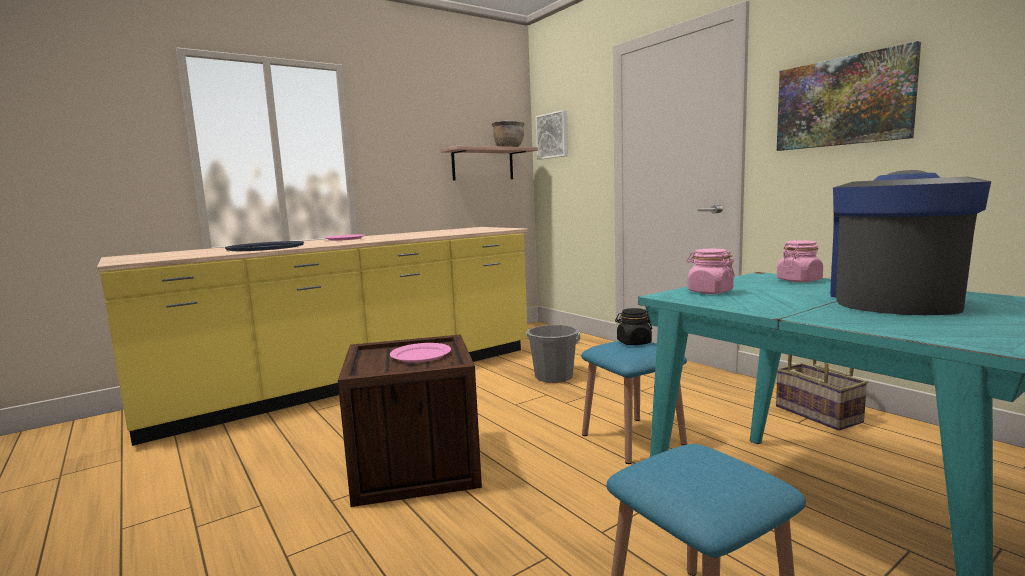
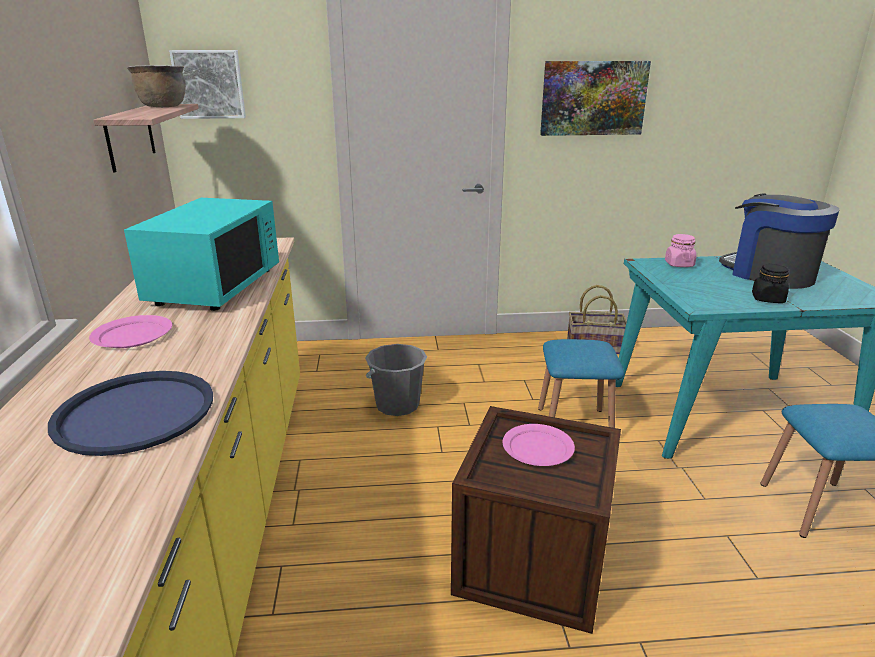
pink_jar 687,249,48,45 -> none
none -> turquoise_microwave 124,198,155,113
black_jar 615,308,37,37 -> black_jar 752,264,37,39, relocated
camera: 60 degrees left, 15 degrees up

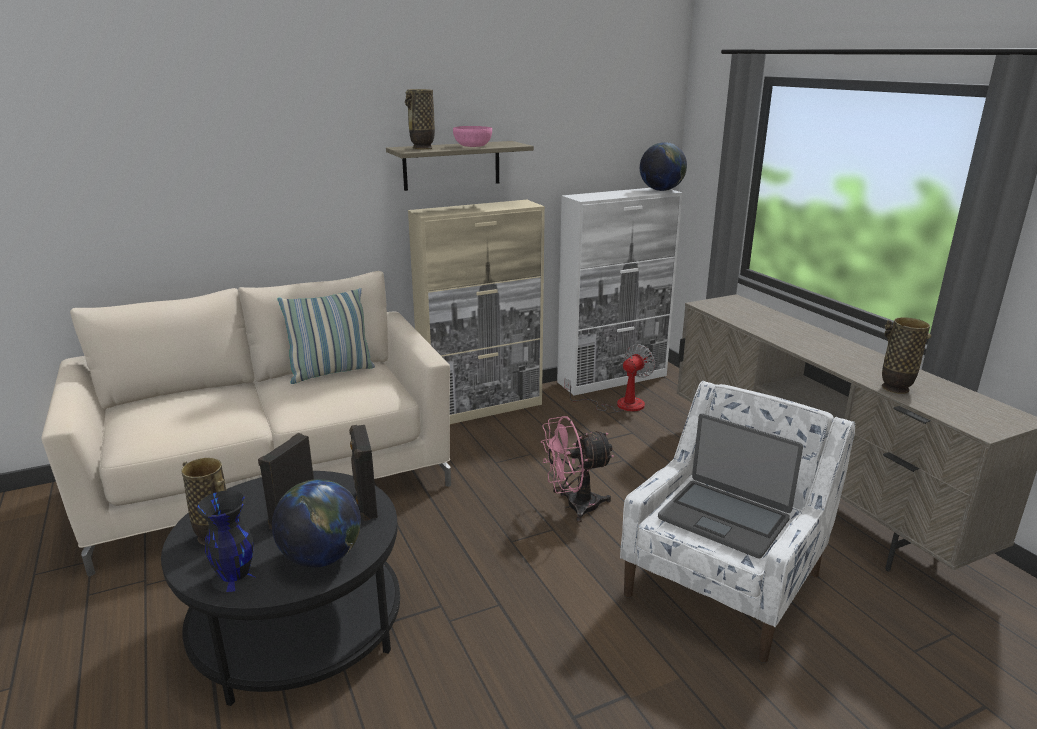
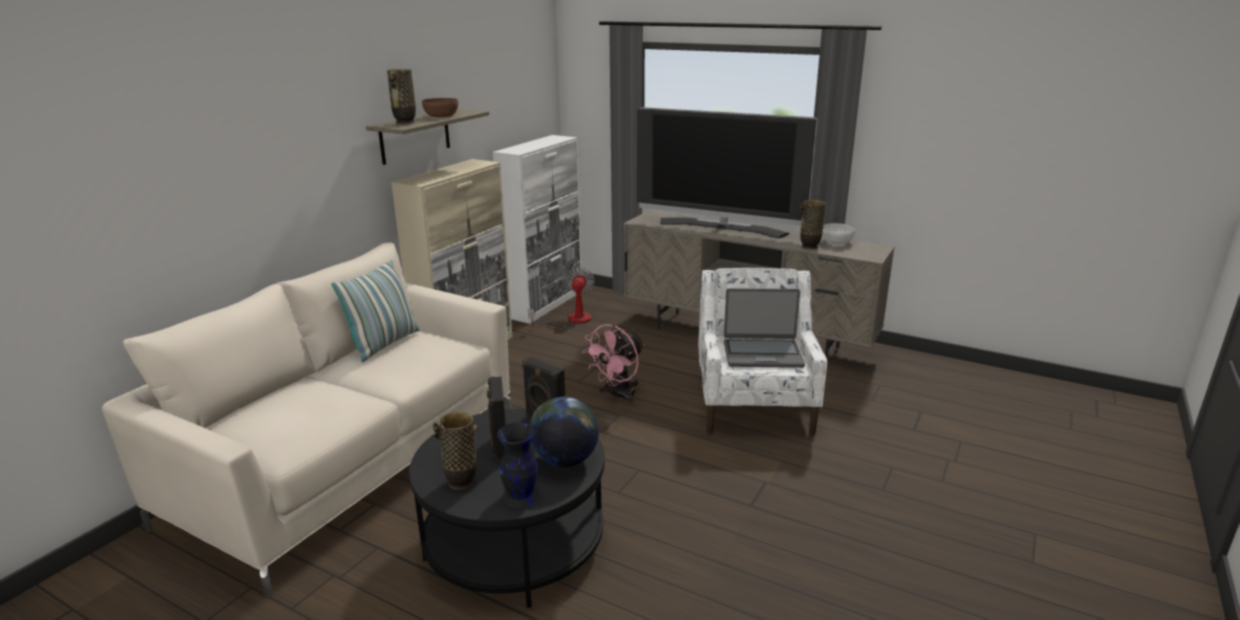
globe 640,142,47,49 -> none
none -> television 637,107,181,131
none -> white_bowl 822,223,33,21
pink_bowl 453,126,39,21 -> brown_bowl 422,98,36,20
camera: 35 degrees left, 0 degrees up

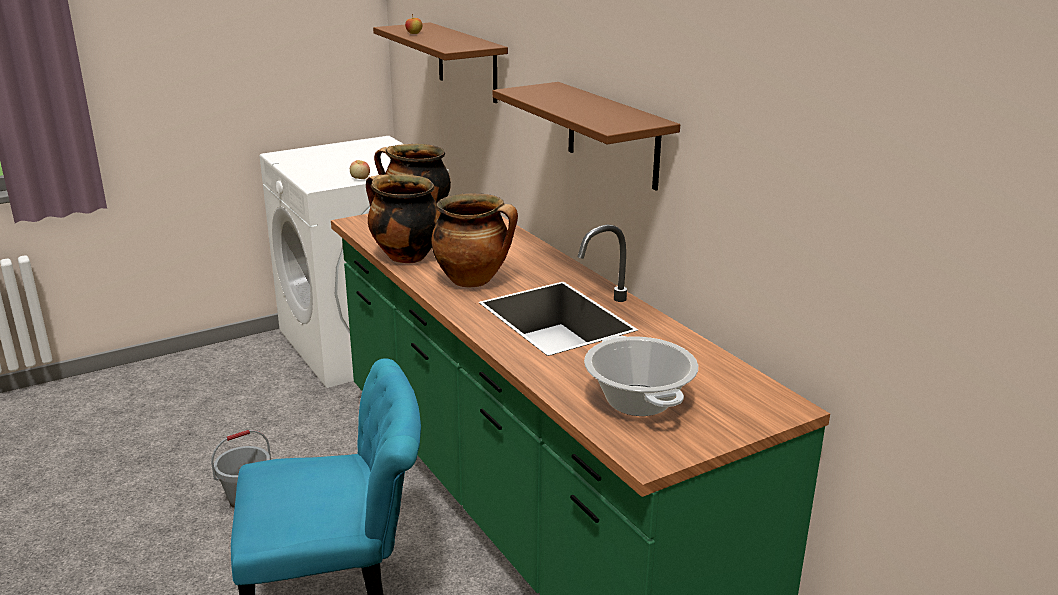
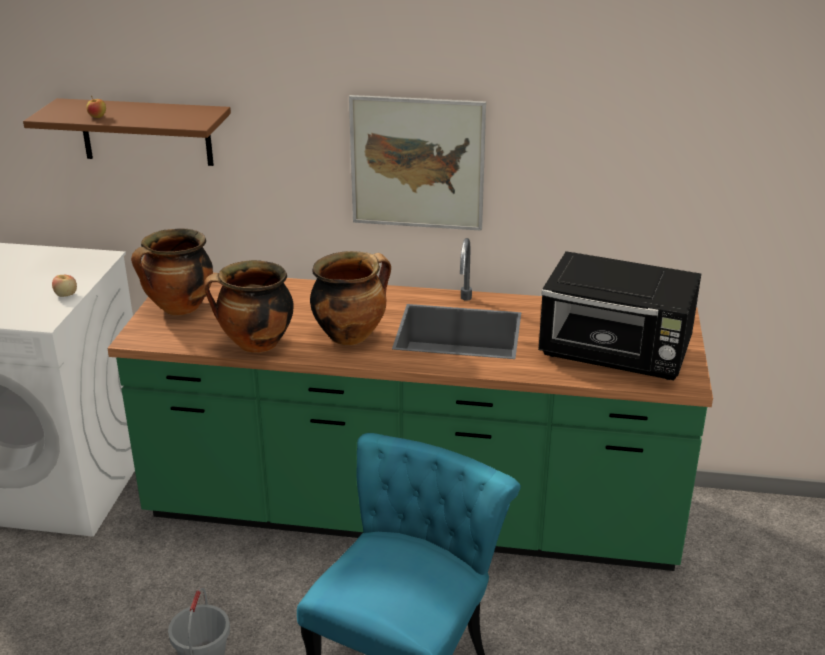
brown_shelf 492,82,188,108 -> picture 349,95,137,136
cooking_pot 584,336,114,80 -> black_microwave 538,251,163,129
camera: 50 degrees left, 5 degrees up

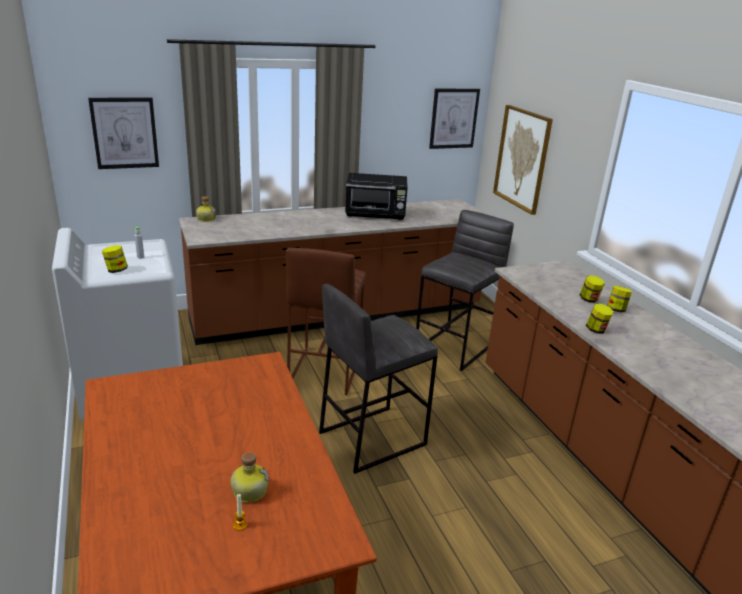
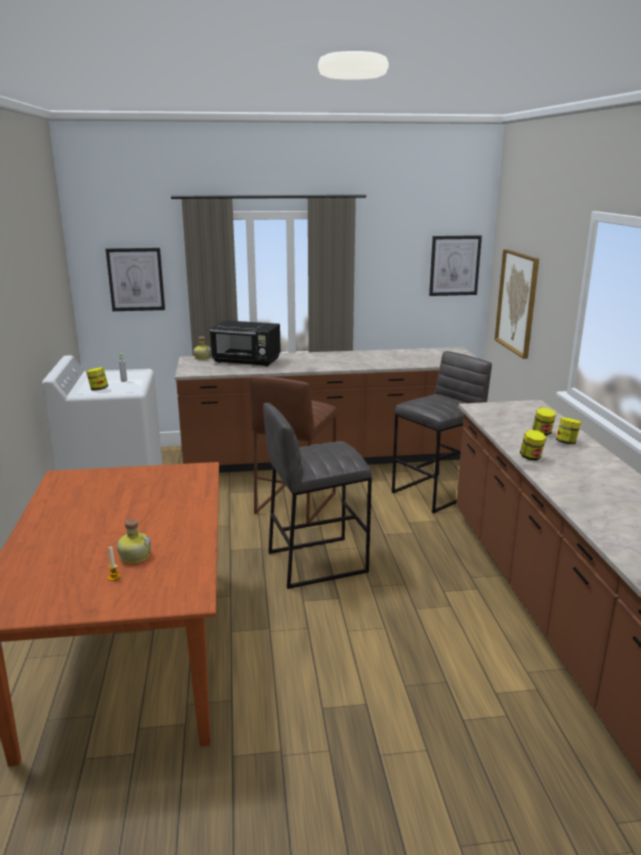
black_microwave 345,173,63,47 -> black_microwave 209,320,72,47, relocated
camera: 15 degrees right, 5 degrees down

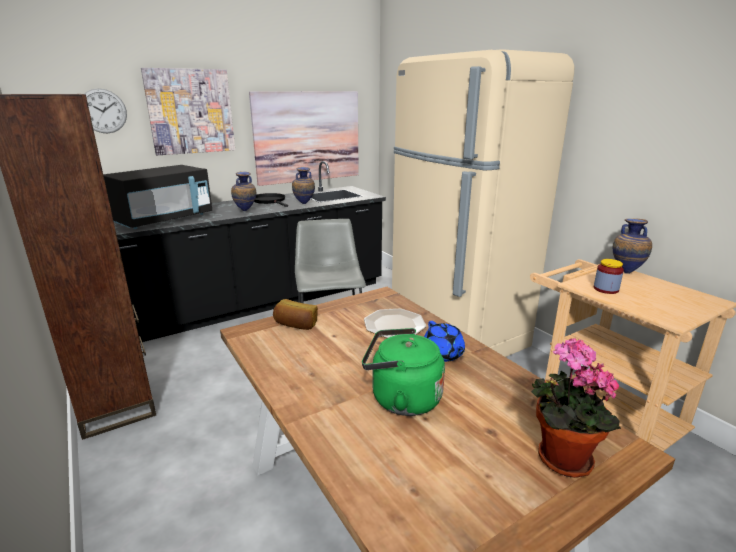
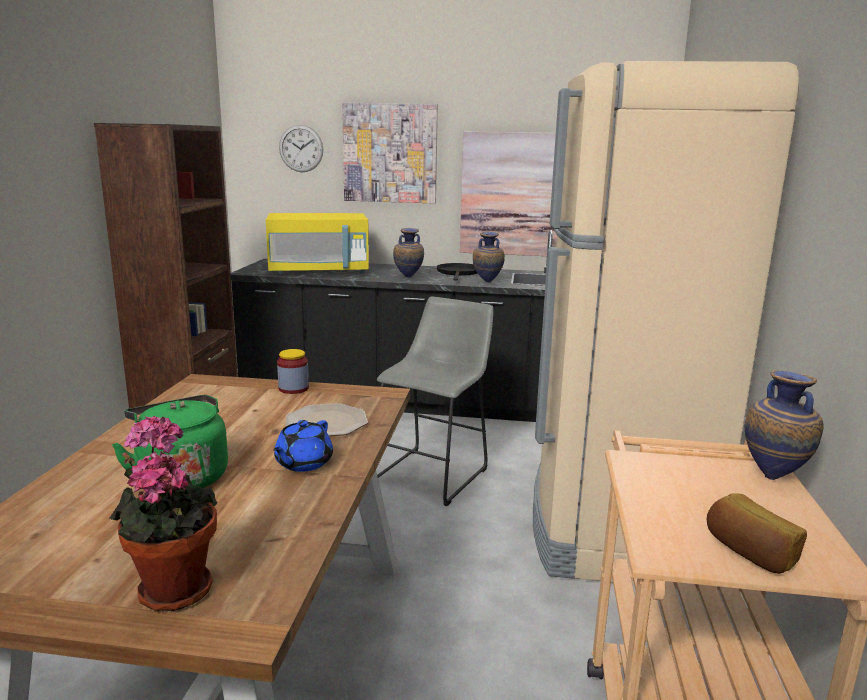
bread 273,299,45,31 -> bread 707,493,100,81, relocated
jar 594,259,30,35 -> jar 277,349,32,45, relocated
black_microwave 103,165,109,64 -> yellow_microwave 266,213,103,62
camera: 40 degrees right, 5 degrees down

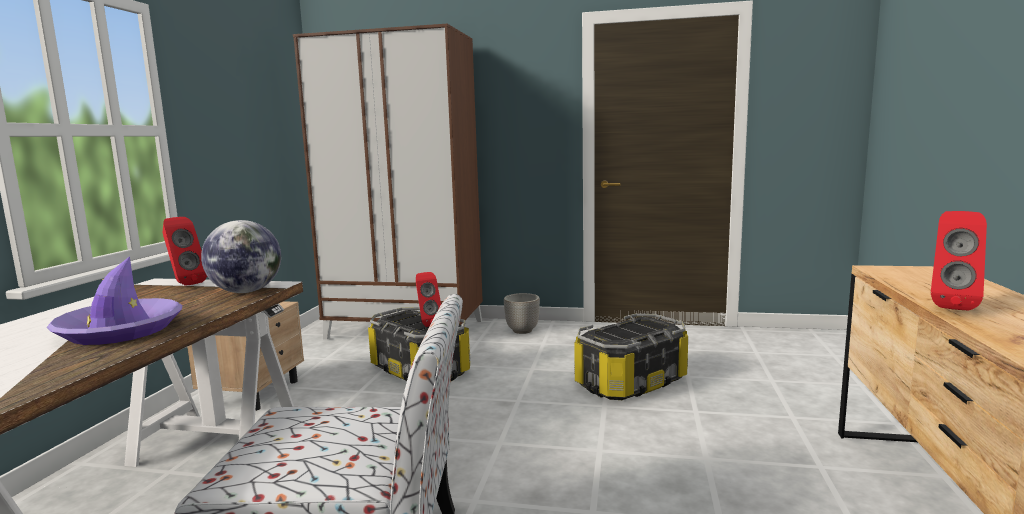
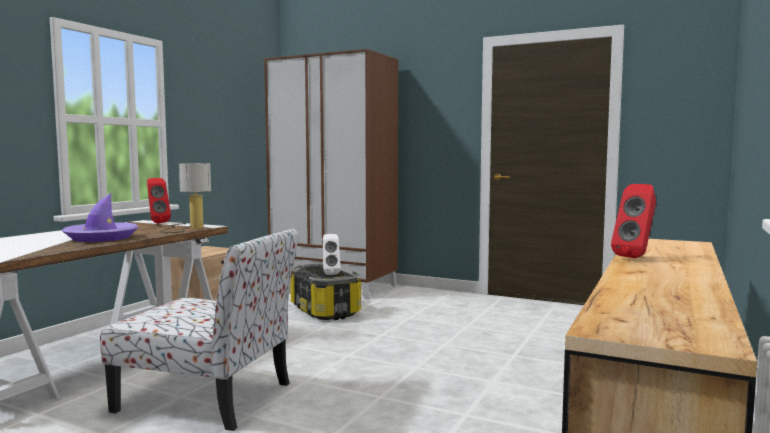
planter 504,293,36,41 -> none
storage_box 574,313,114,87 -> none
globe 201,220,80,73 -> table_lamp 159,163,52,70
red_speaker 416,272,25,55 -> white_speaker 323,234,18,41
camera: 15 degrees right, 5 degrees down

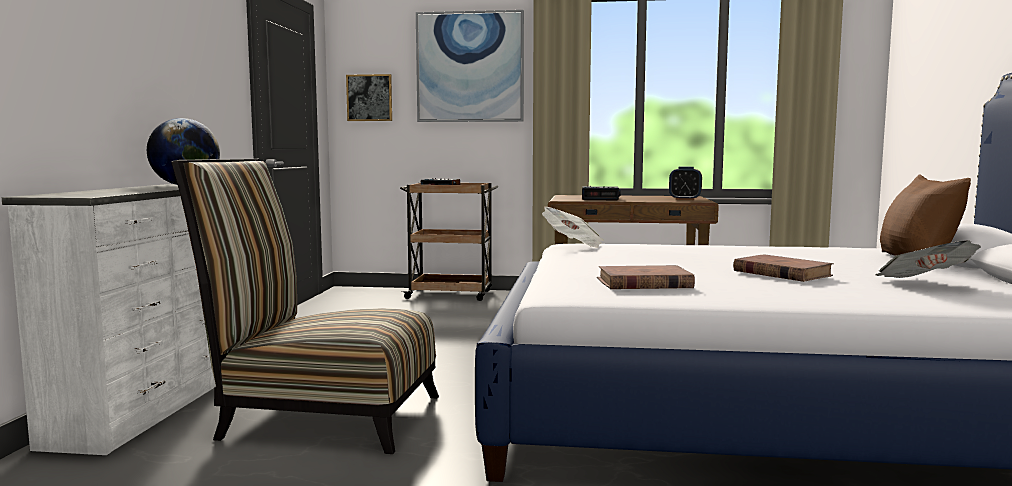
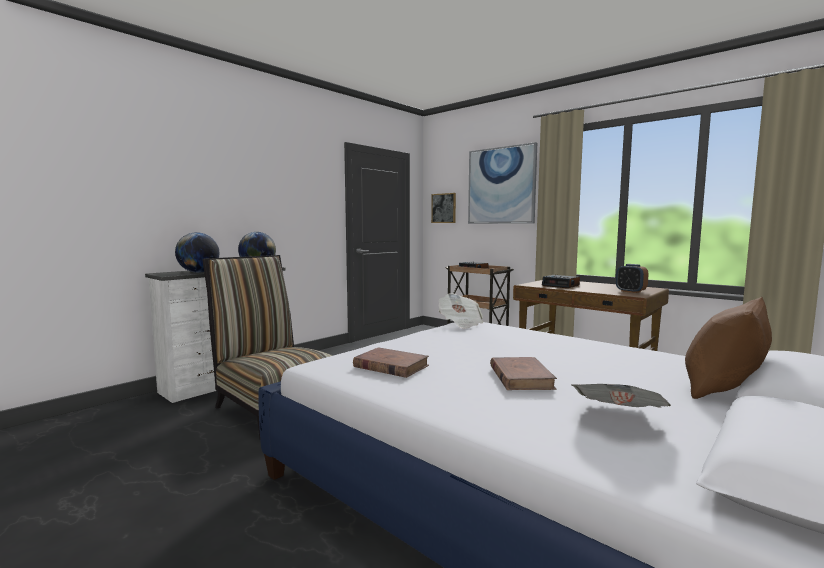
none -> globe 175,232,45,41
camera: 35 degrees right, 0 degrees up

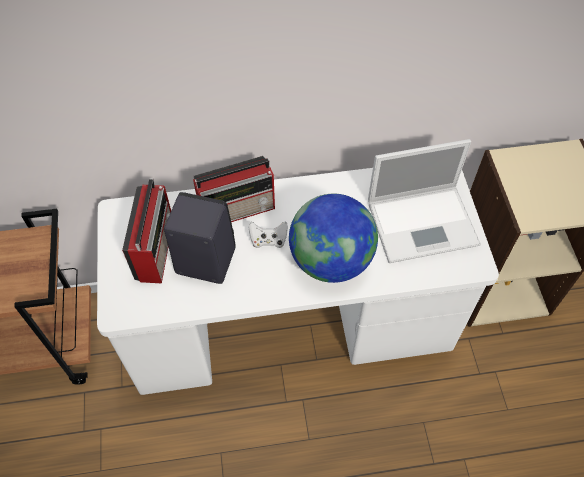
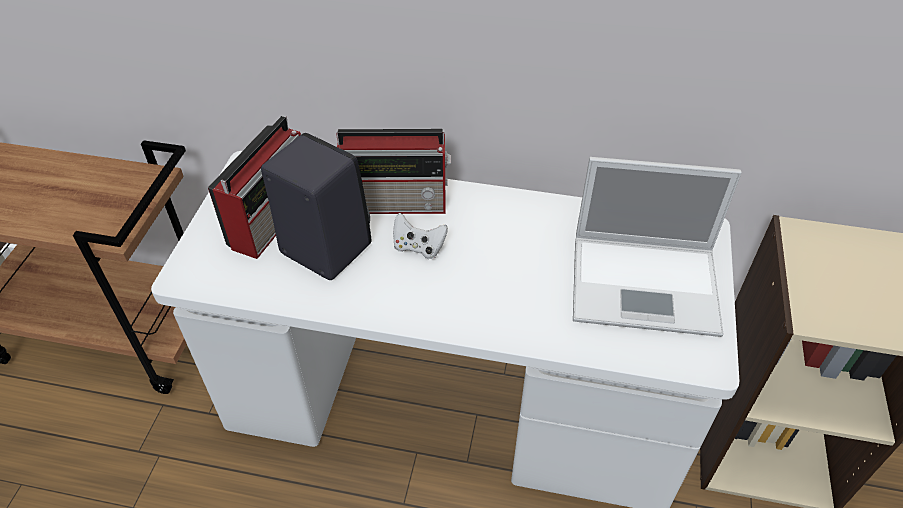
globe 289,194,89,89 -> none
camera: 20 degrees right, 10 degrees down

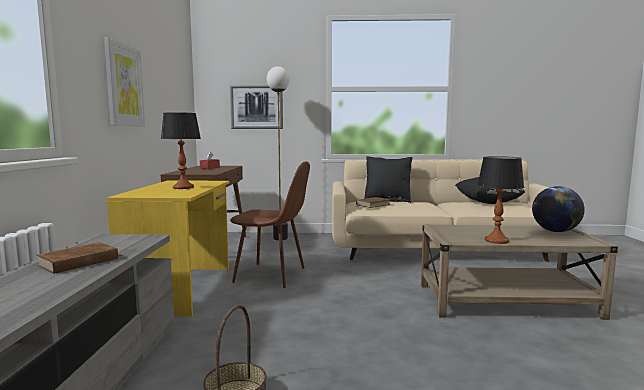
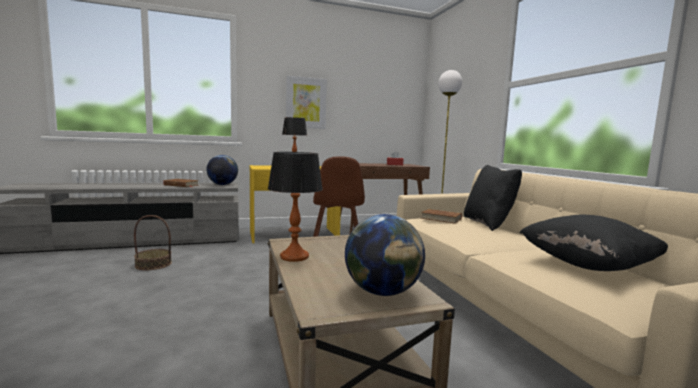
picture 230,85,53,44 -> none
none -> globe 206,155,32,30
camera: 70 degrees right, 0 degrees up

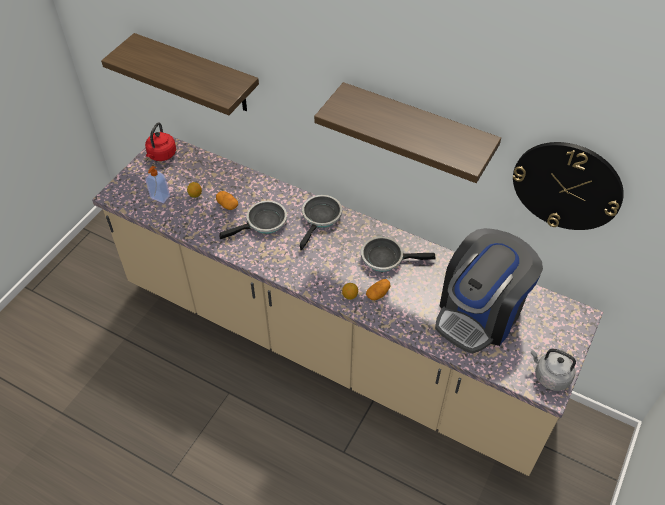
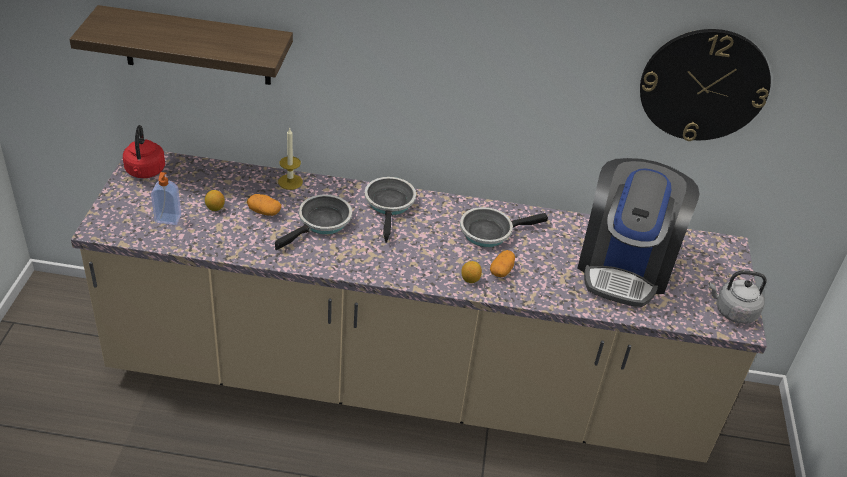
shelf 314,82,187,101 -> none
none -> candle 278,128,25,62
camera: 25 degrees left, 10 degrees down

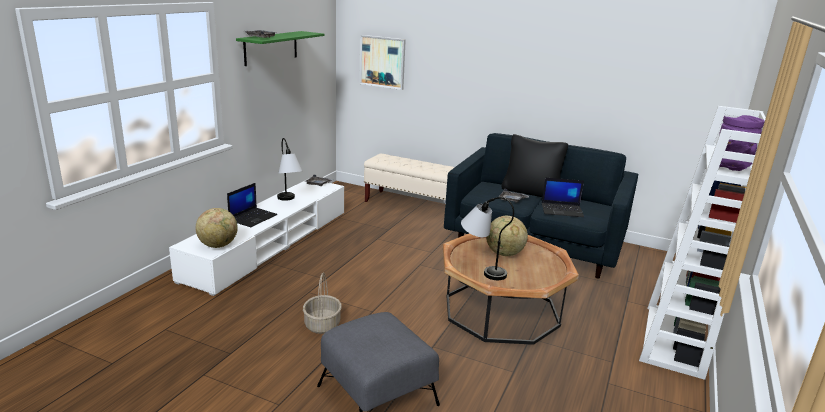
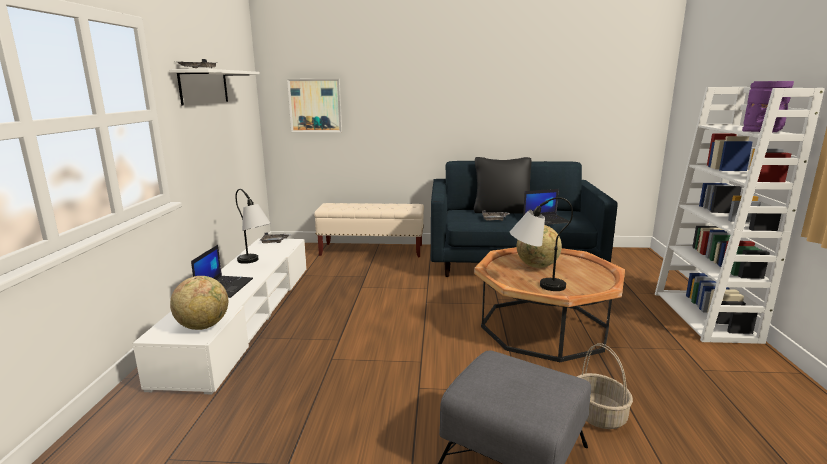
basket 303,273,39,61 -> basket 577,343,56,86, relocated
green_shelf 236,31,89,35 -> white_shelf 169,69,91,37
camera: 20 degrees left, 5 degrees down

